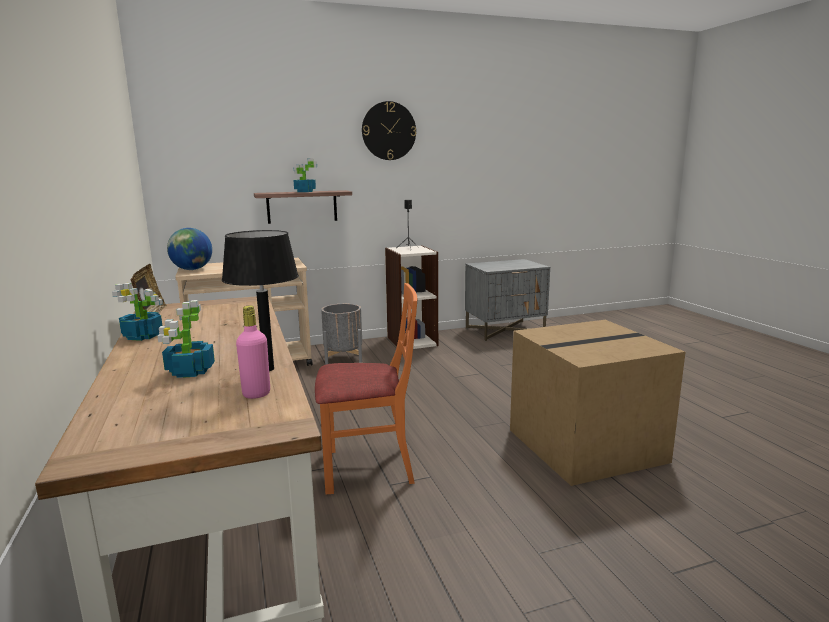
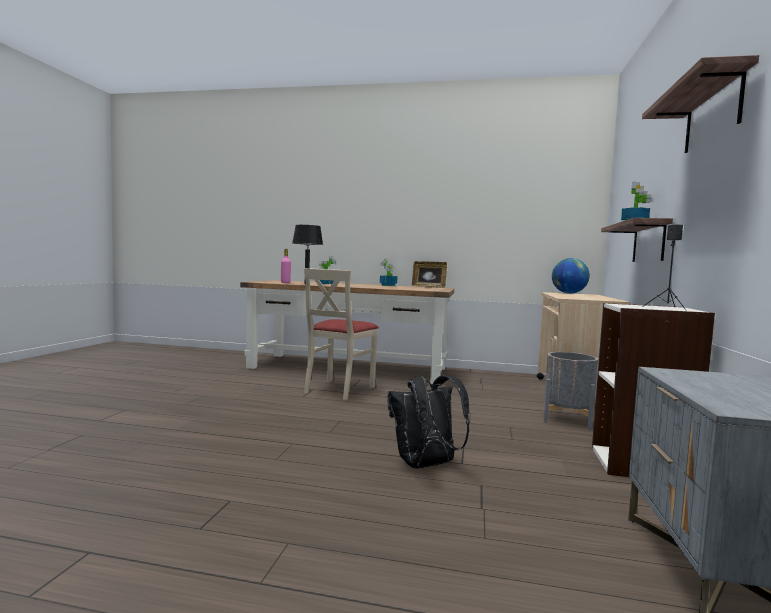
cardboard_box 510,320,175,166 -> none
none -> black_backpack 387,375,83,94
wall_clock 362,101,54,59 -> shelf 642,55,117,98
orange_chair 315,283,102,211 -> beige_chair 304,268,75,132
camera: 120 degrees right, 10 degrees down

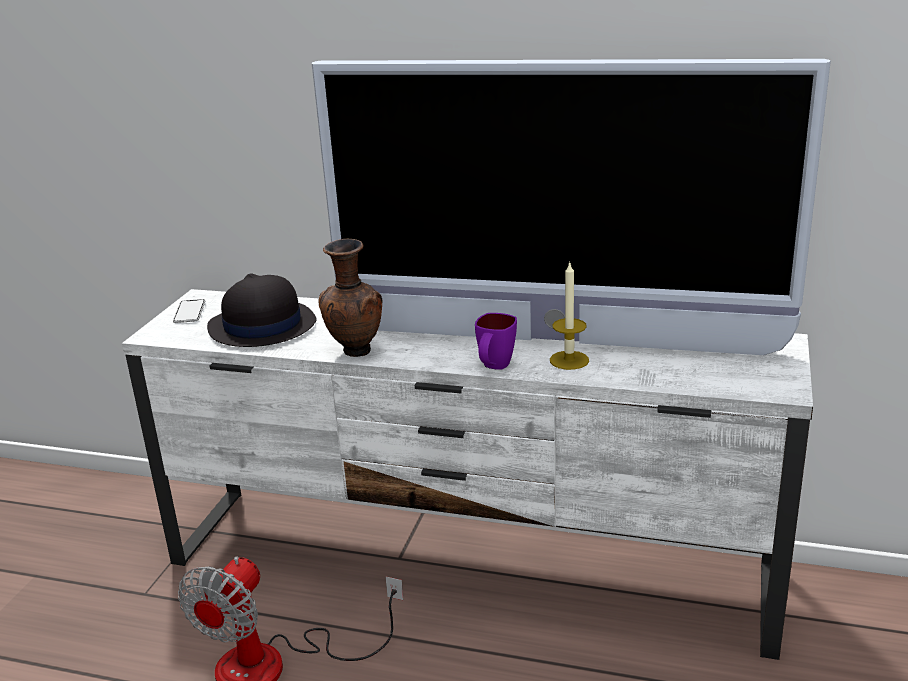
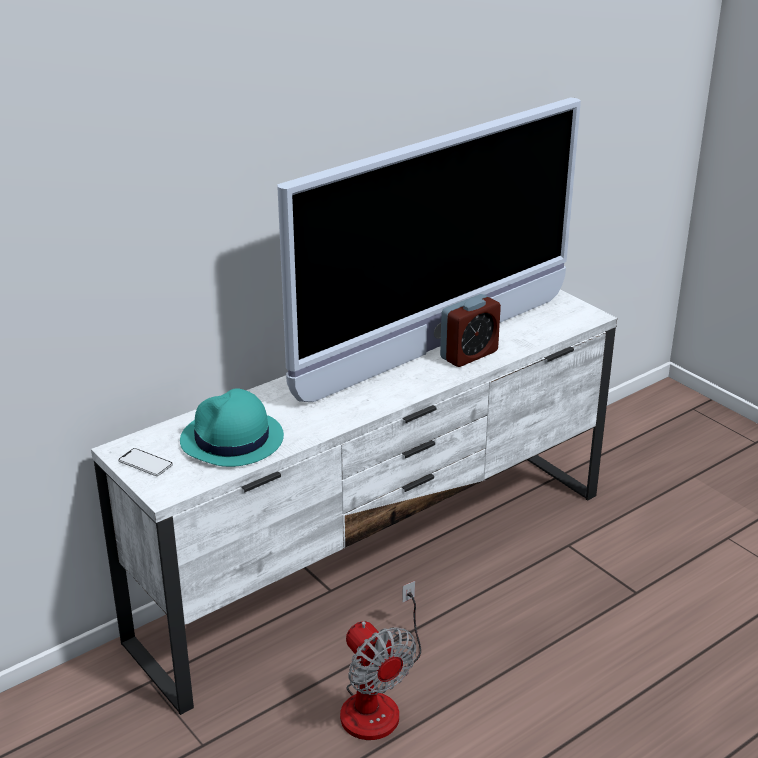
brown_vase 319,238,64,119 -> none
purple_mug 475,313,42,57 -> none
candle 550,262,39,108 -> alarm_clock 440,294,61,73
black_hat 207,273,109,74 -> turquoise_hat 180,388,104,79
camera: 55 degrees left, 5 degrees up

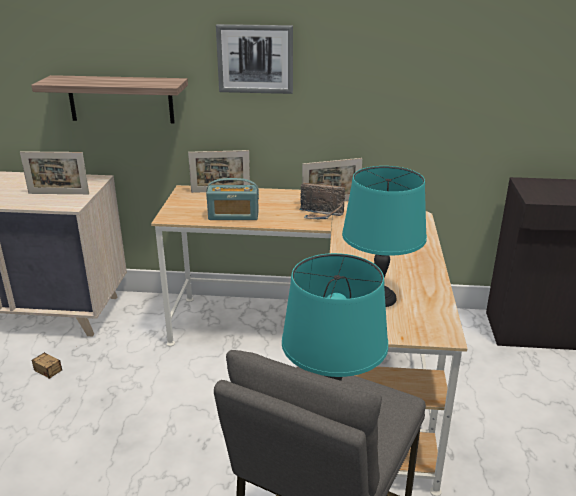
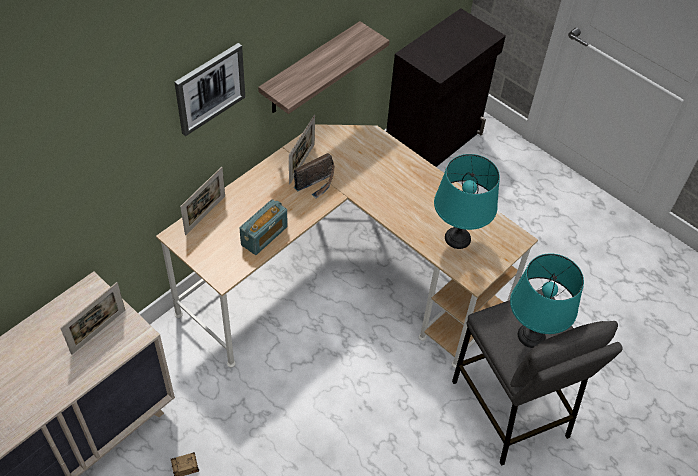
shelf 31,75,157,48 -> shelf 258,21,132,93, relocated
camera: 55 degrees left, 25 degrees up

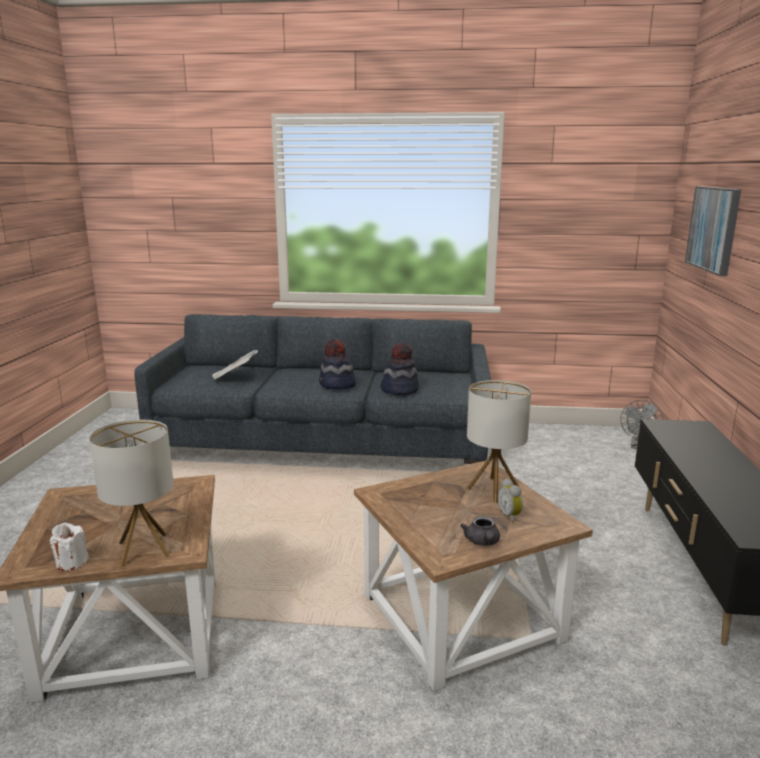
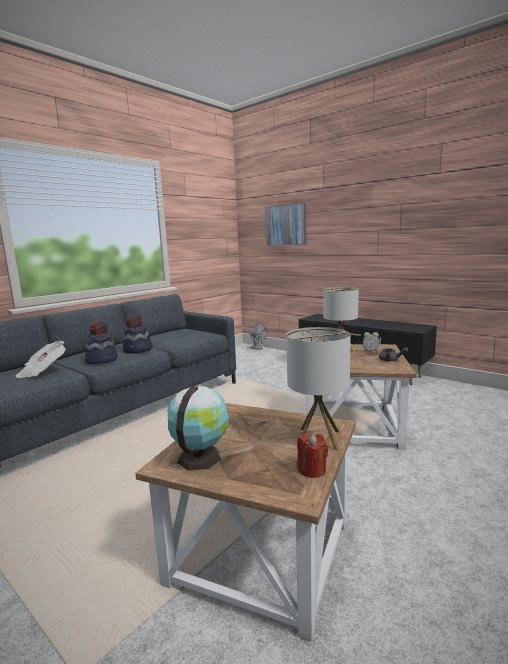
none -> globe 168,386,61,85
hat 380,343,39,52 -> hat 85,321,33,43, relocated
white_candle 50,523,39,48 -> red_candle 297,433,31,45
camera: 55 degrees left, 5 degrees down

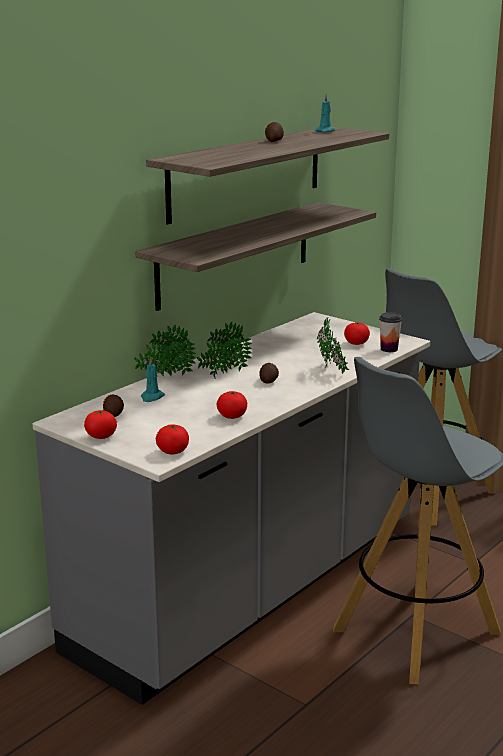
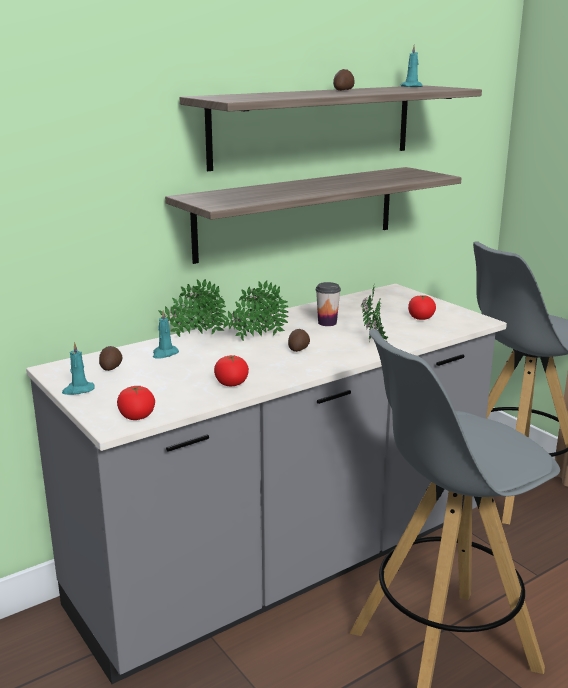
cup 379,312,23,40 -> cup 316,282,25,44, relocated
tomato 84,410,33,29 -> turquoise_candle 62,342,32,53
camera: 15 degrees right, 0 degrees up

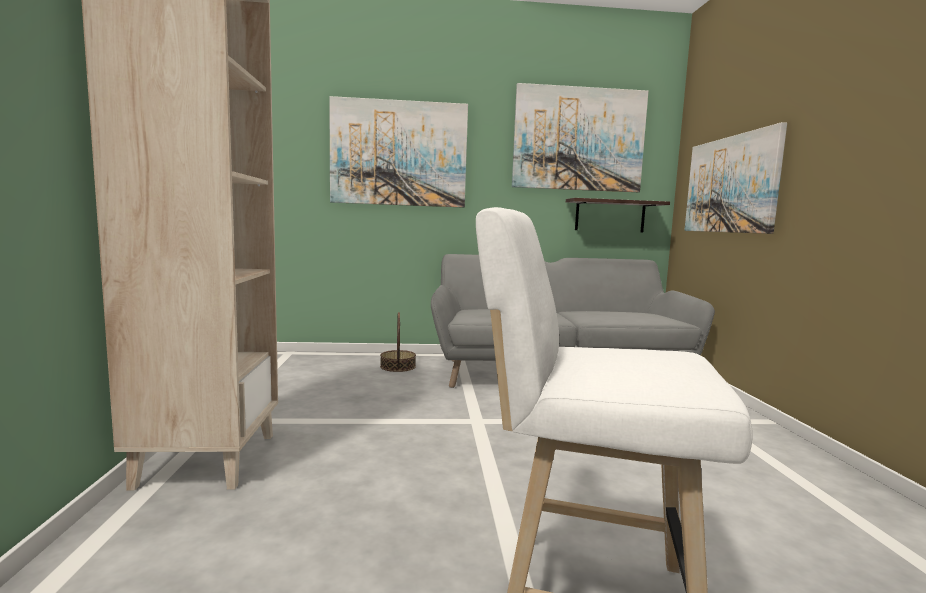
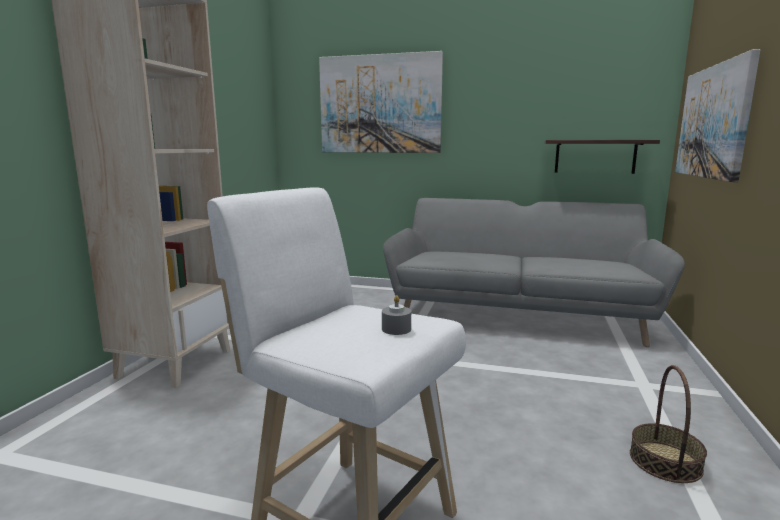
picture 512,83,137,109 -> none
none -> grey_candle 382,295,29,40
basket 380,312,36,60 -> basket 630,365,77,118, relocated
camera: 20 degrees right, 5 degrees up

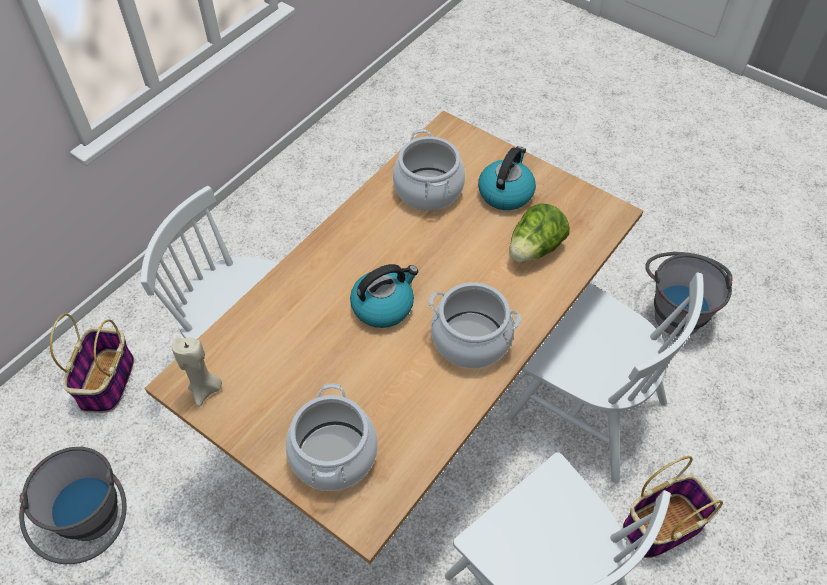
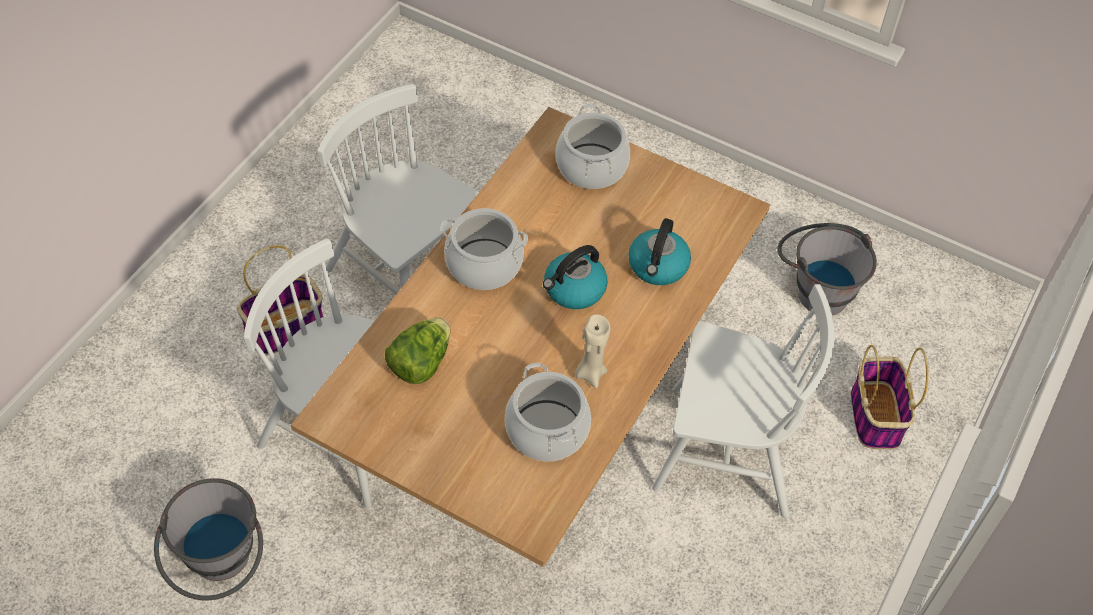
beige_candle 172,338,50,69 -> beige_candle 575,314,35,74, relocated
kettle 478,146,58,64 -> kettle 628,218,63,67, relocated
camera: 170 degrees right, 0 degrees up

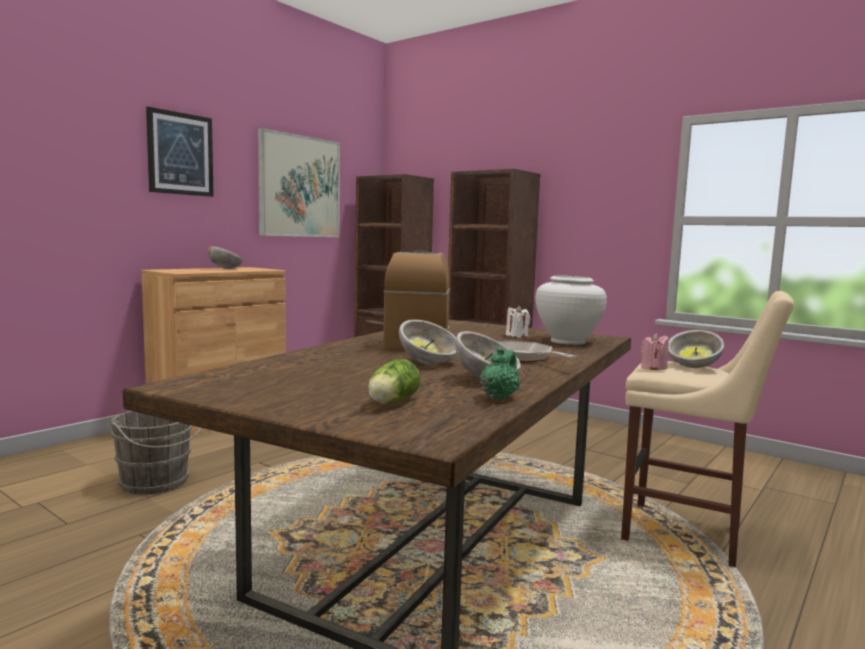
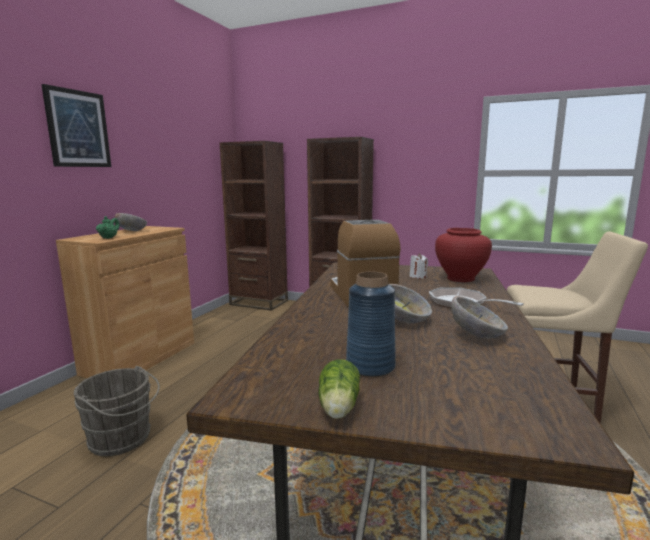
picture 258,128,82,109 -> none
pink_candle 641,333,28,37 -> none
bowl 668,330,56,38 -> none
none -> blue_vase 346,272,49,105
lettuce 368,359,53,45 -> lettuce 319,359,41,60, relocated
green_teapot 480,347,40,53 -> green_teapot 96,216,24,23, relocated
white_vase 536,276,71,69 -> red_vase 435,228,57,54
camera: 15 degrees left, 5 degrees up

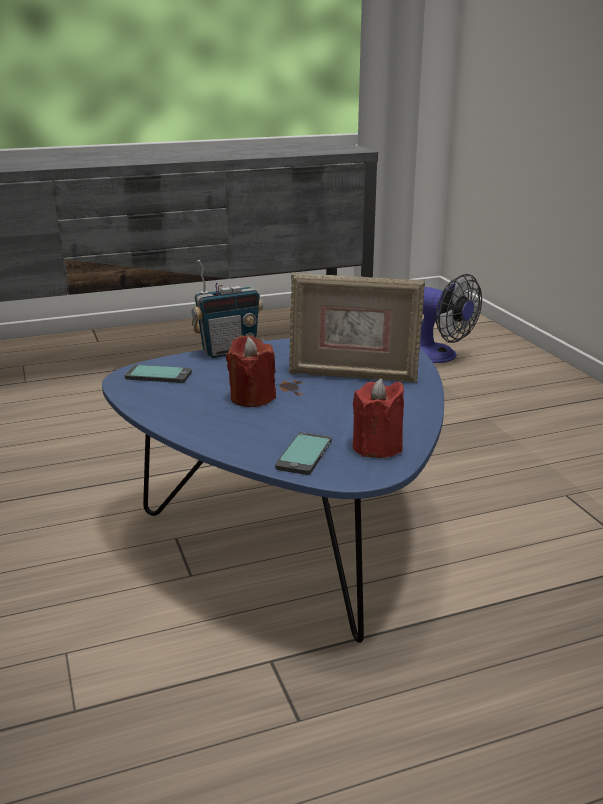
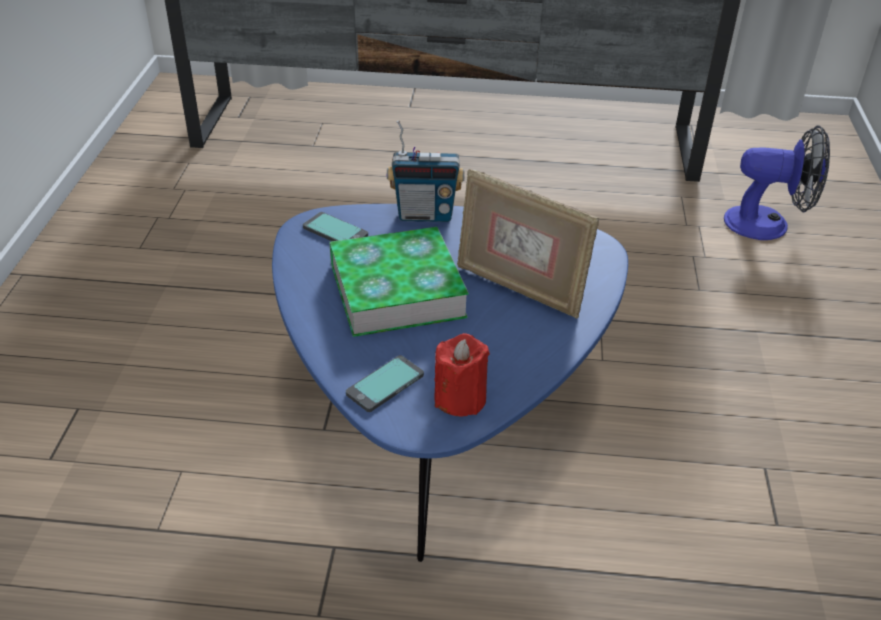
red_candle 226,335,50,72 -> book 329,227,140,110
fan 420,274,62,89 -> fan 724,125,106,115, 60 degrees counterclockwise
camera: 25 degrees right, 15 degrees up

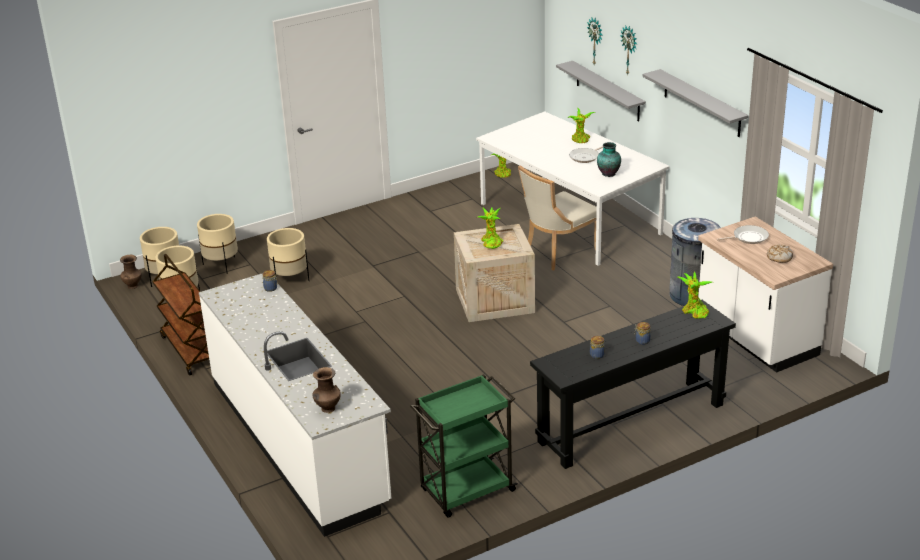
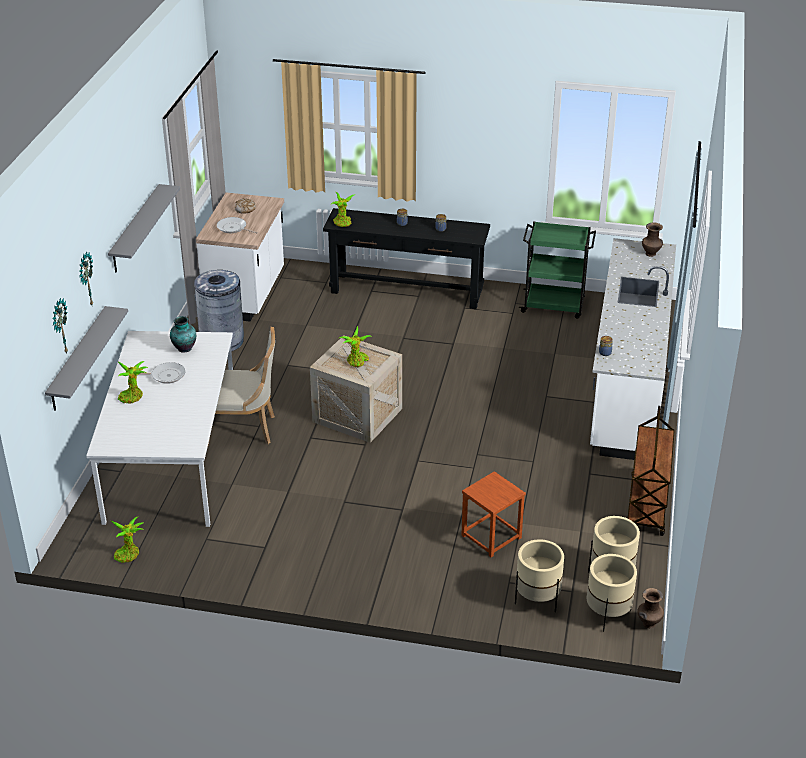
beige_planter 267,228,42,53 -> brown_stool 461,471,65,86
camera: 140 degrees left, 5 degrees up

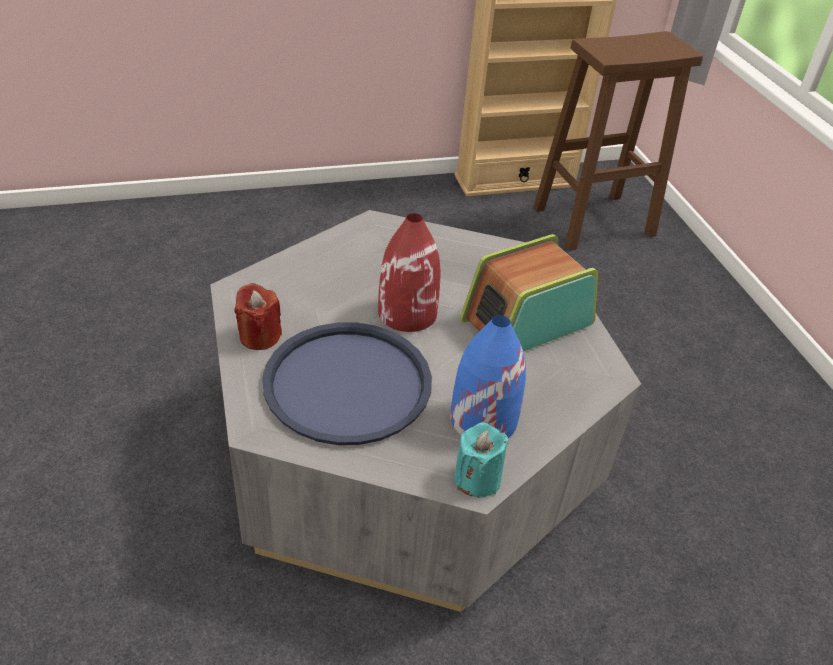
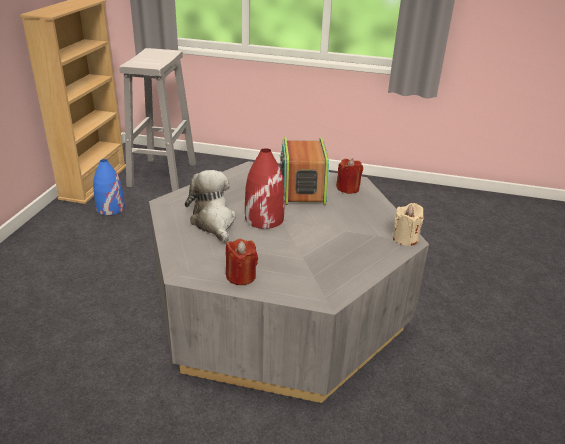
blue_tray 262,322,170,123 -> none
none -> plush_toy 185,170,51,73
none -> red_candle 336,158,27,36
blue_vase 450,315,76,123 -> blue_vase 93,159,32,56, relocated
turquoise_candle 454,422,55,76 -> beige_candle 393,203,30,43
brown_stool 533,31,170,220 -> white_stool 119,48,77,144
camera: 60 degrees left, 10 degrees down

